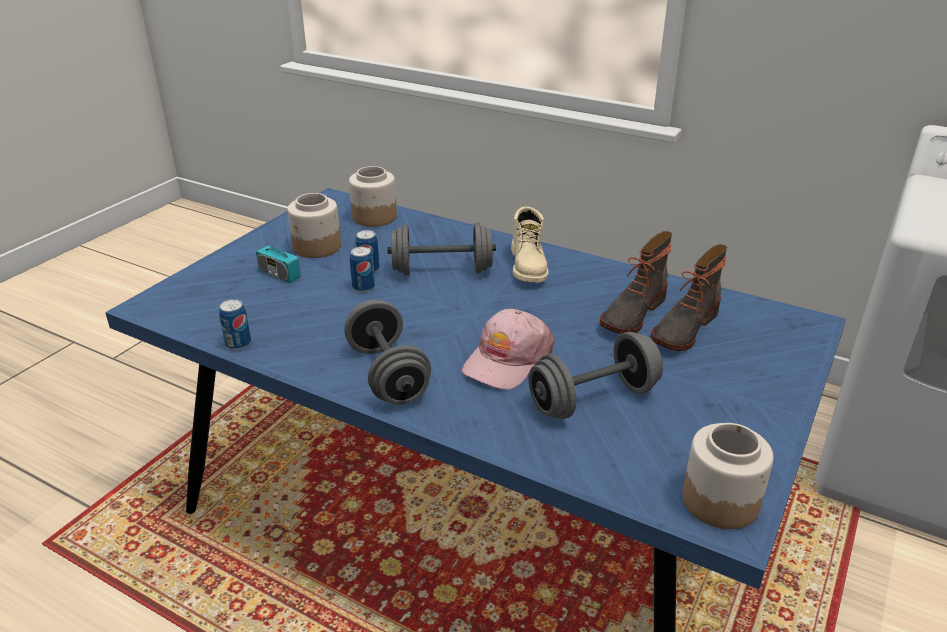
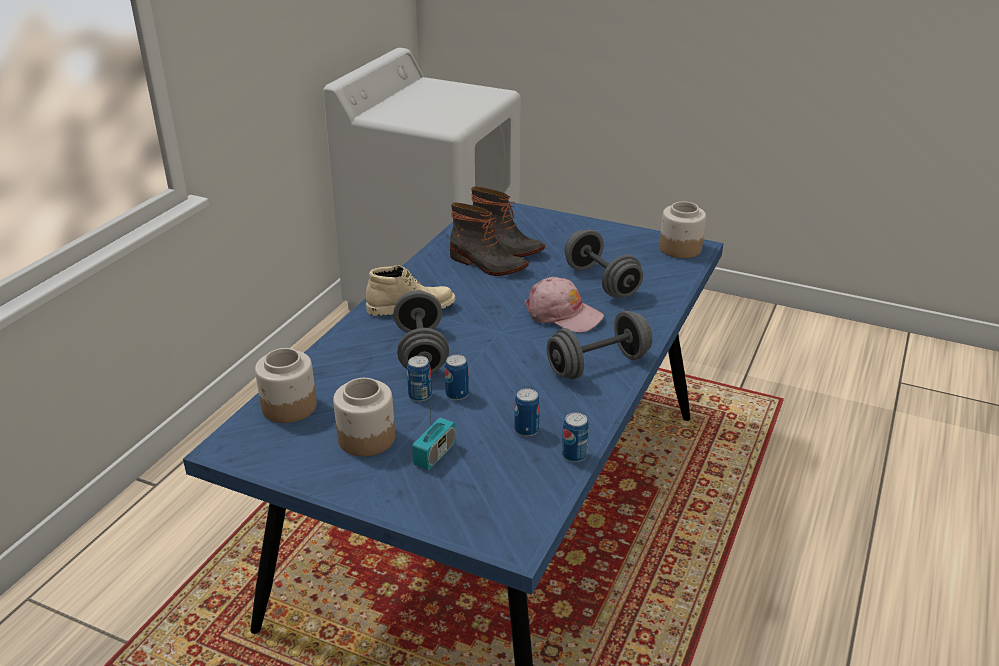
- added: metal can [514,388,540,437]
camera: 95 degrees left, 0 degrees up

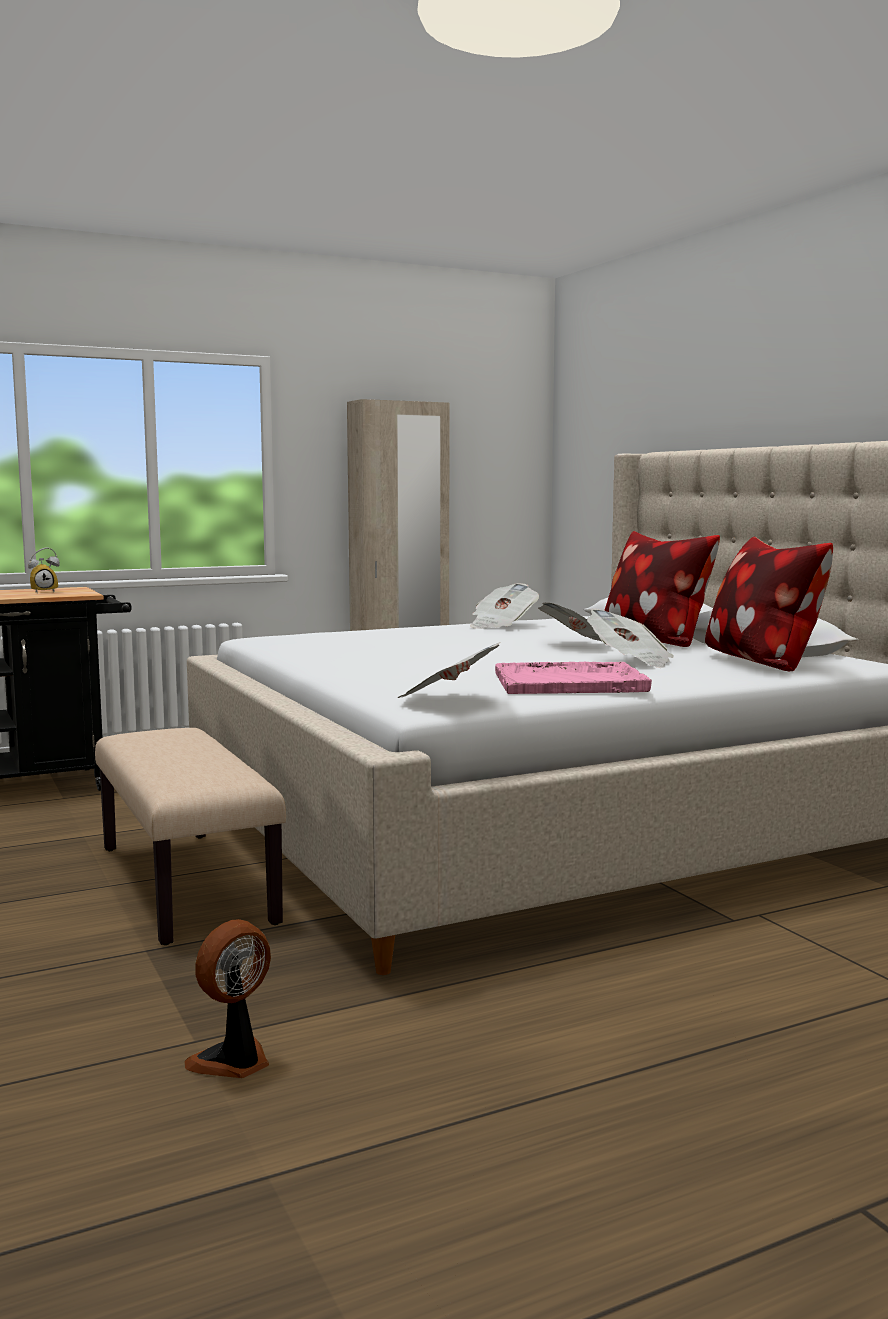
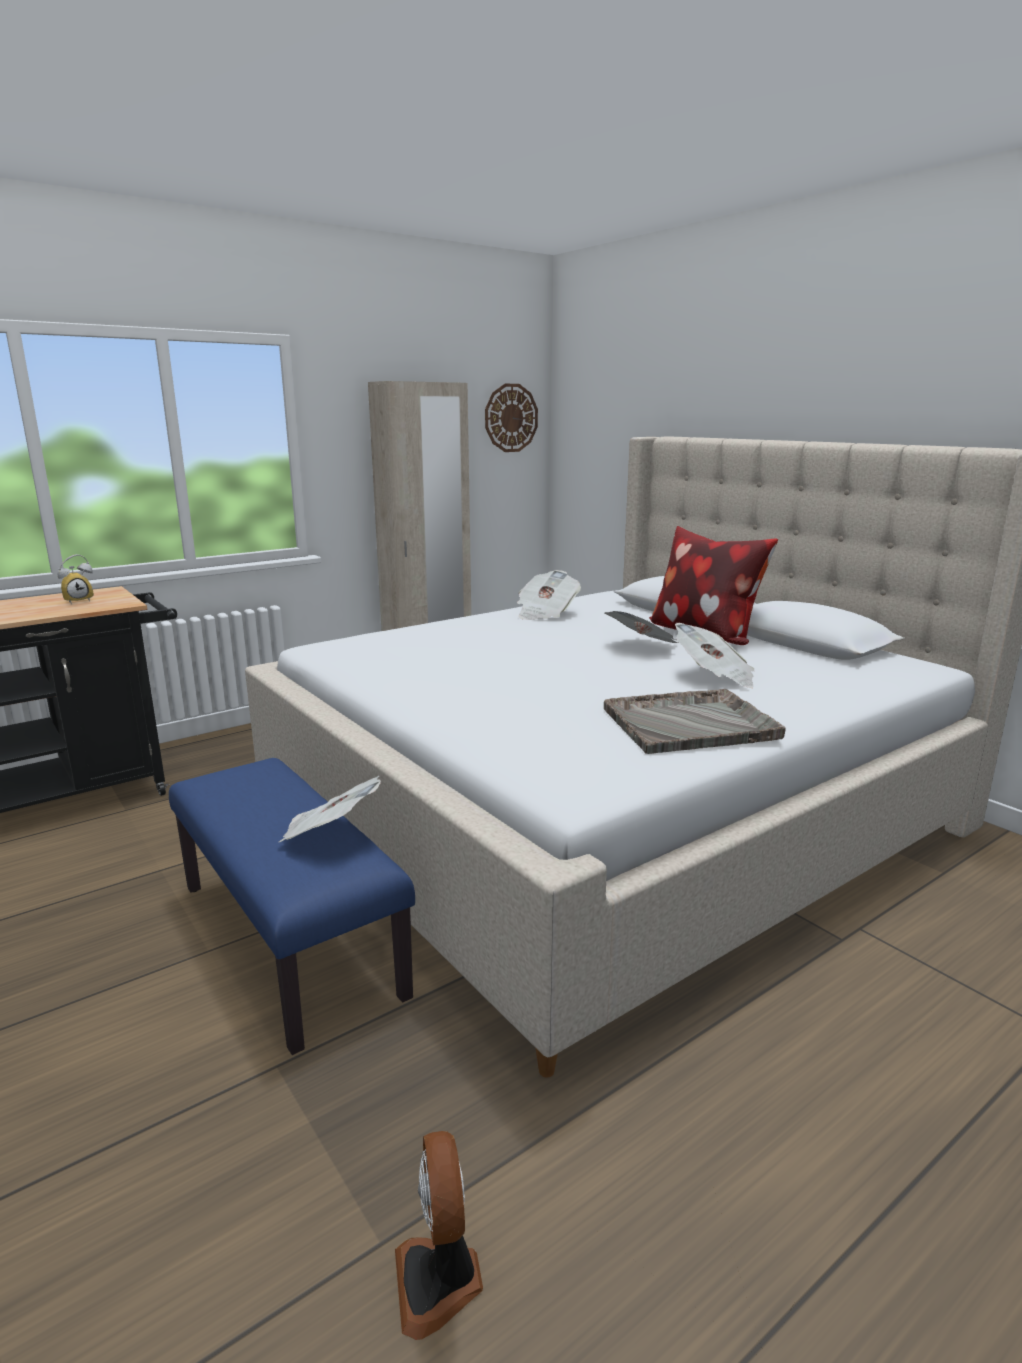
- removed: pillow [705,537,833,671]
- moved: printed paper [398,642,501,698] to [278,776,381,843]
- recoloured: pink-coloured carrying tray [495,662,652,694] to grey carrying tray [604,689,785,754]
- recoloured: sand-coloured long seat [95,728,286,945] to bluish long seat [169,758,415,1055]
- turned: cooling fan [184,919,271,1078] = [395,1131,483,1340] 45 degrees counterclockwise
- added: hanging clock [485,384,538,452]
camera: 10 degrees left, 10 degrees up

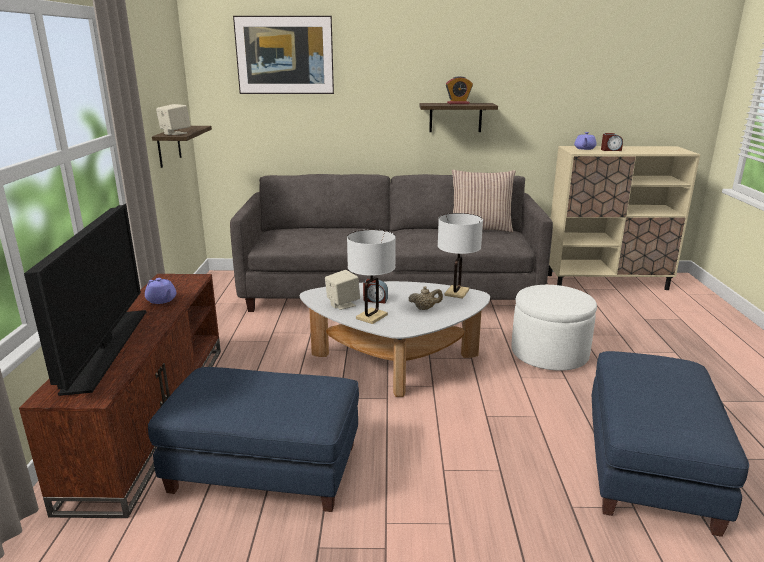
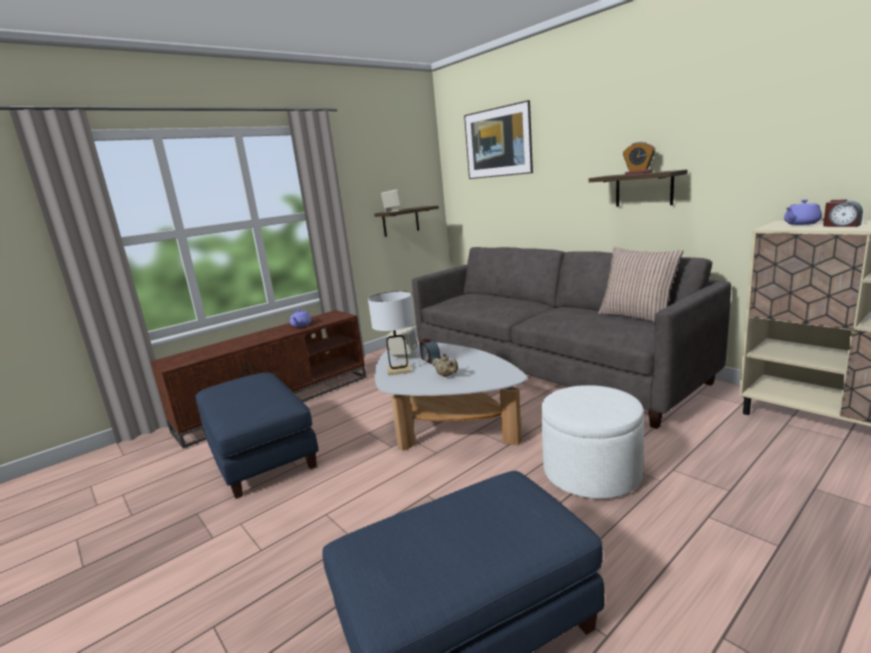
- removed: television [24,204,146,396]
- removed: whitish lamp for a table [438,213,483,299]
camera: 50 degrees right, 5 degrees down

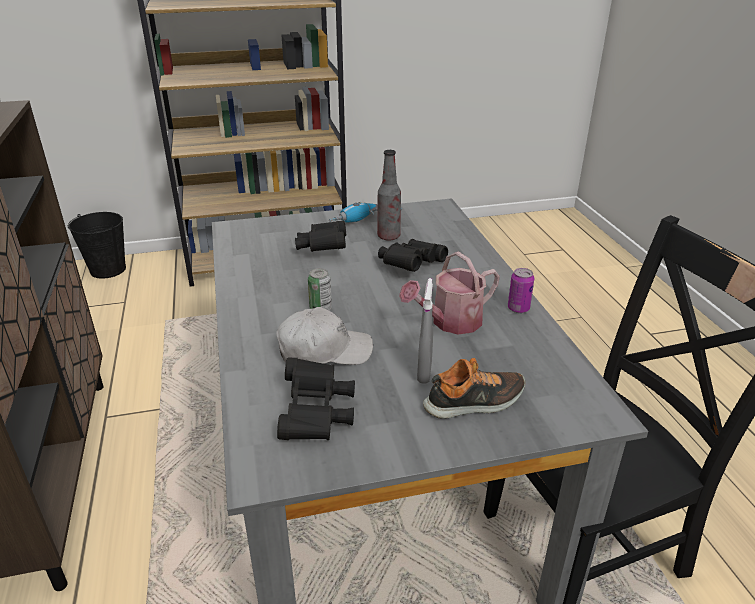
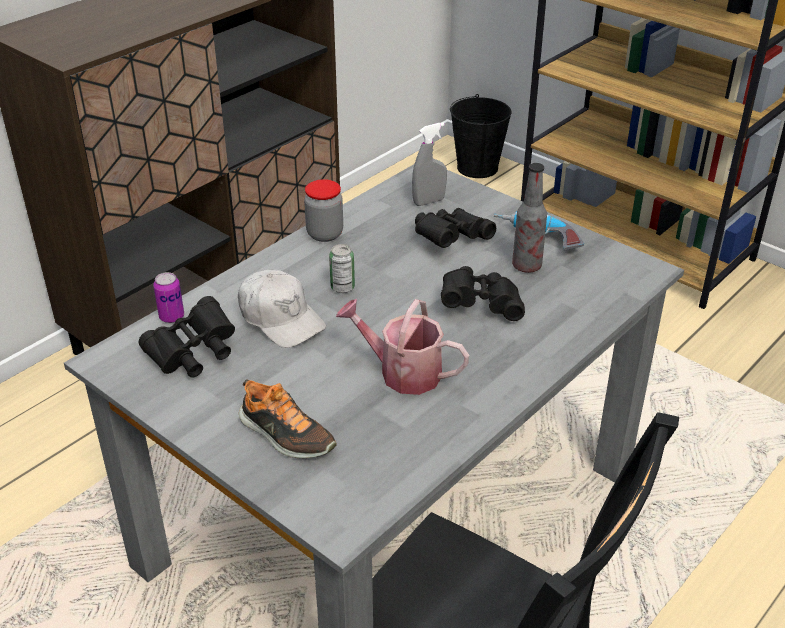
- moved: metal can [508,268,534,313] to [153,272,184,323]
- moved: grey spray bottle [417,278,433,384] to [412,122,447,206]
- added: jar [304,179,343,242]
camera: 55 degrees right, 5 degrees up

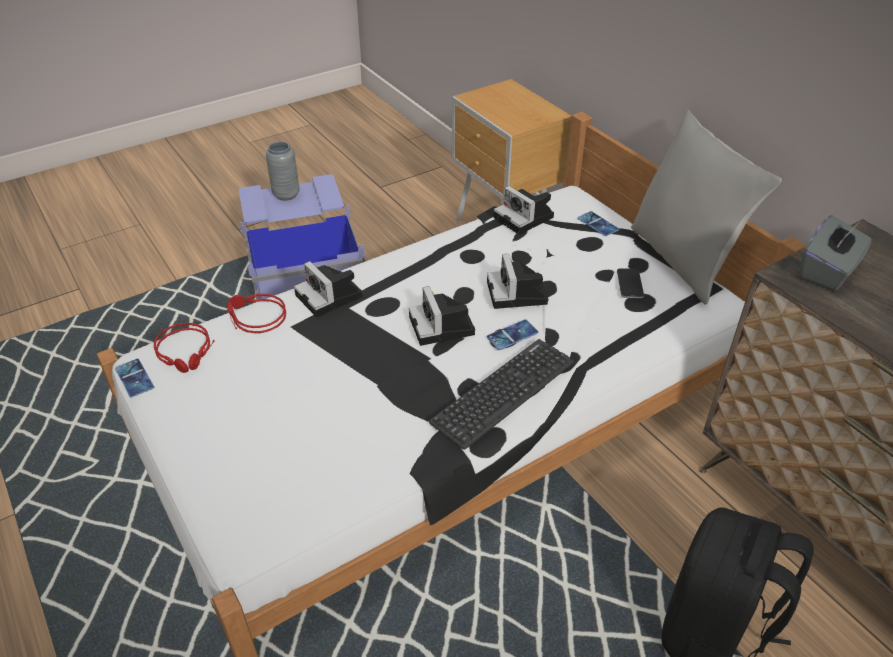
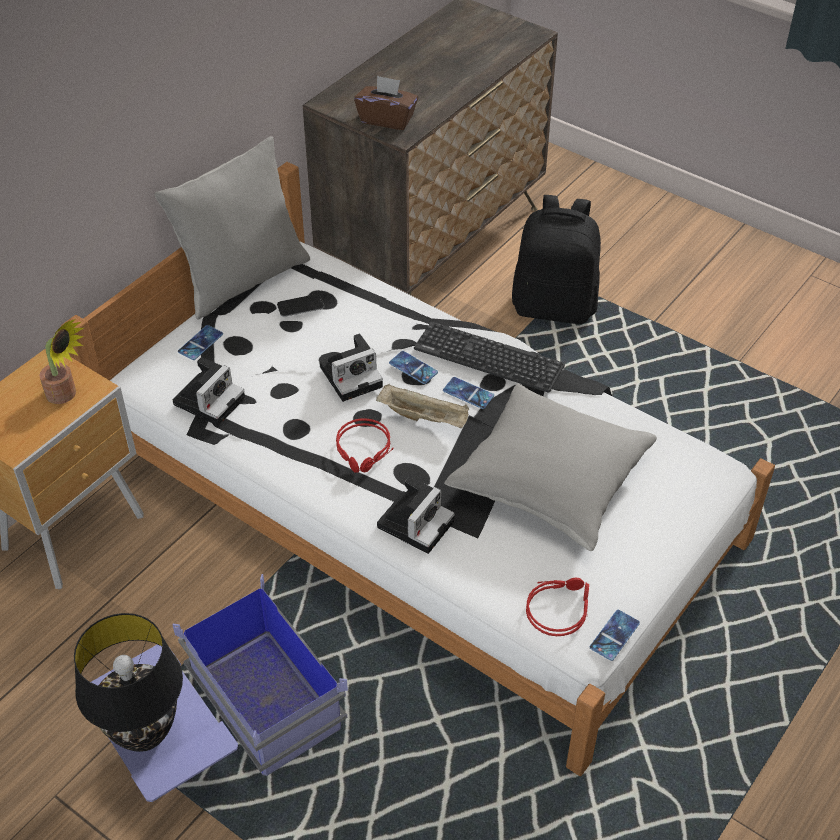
- replaced: grey vase [266,142,300,201] to black-coloured lamp for a table [74,613,183,752]
- recoloured: grey tissue box [799,215,872,291] to brown-coloured tissue box [354,75,418,130]
- replaced: photo camera [409,286,475,346] to sand-coloured carrying tray [376,384,469,428]
- moved: red pair of headphones [227,294,286,333] to [336,418,394,473]
- added: potted plant [39,319,84,404]
- added: telephone [443,377,494,409]
- added: grey pillow [444,384,657,551]
camera: 110 degrees left, 5 degrees up

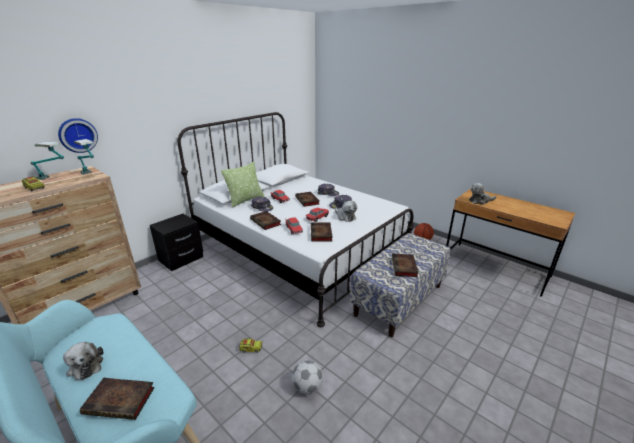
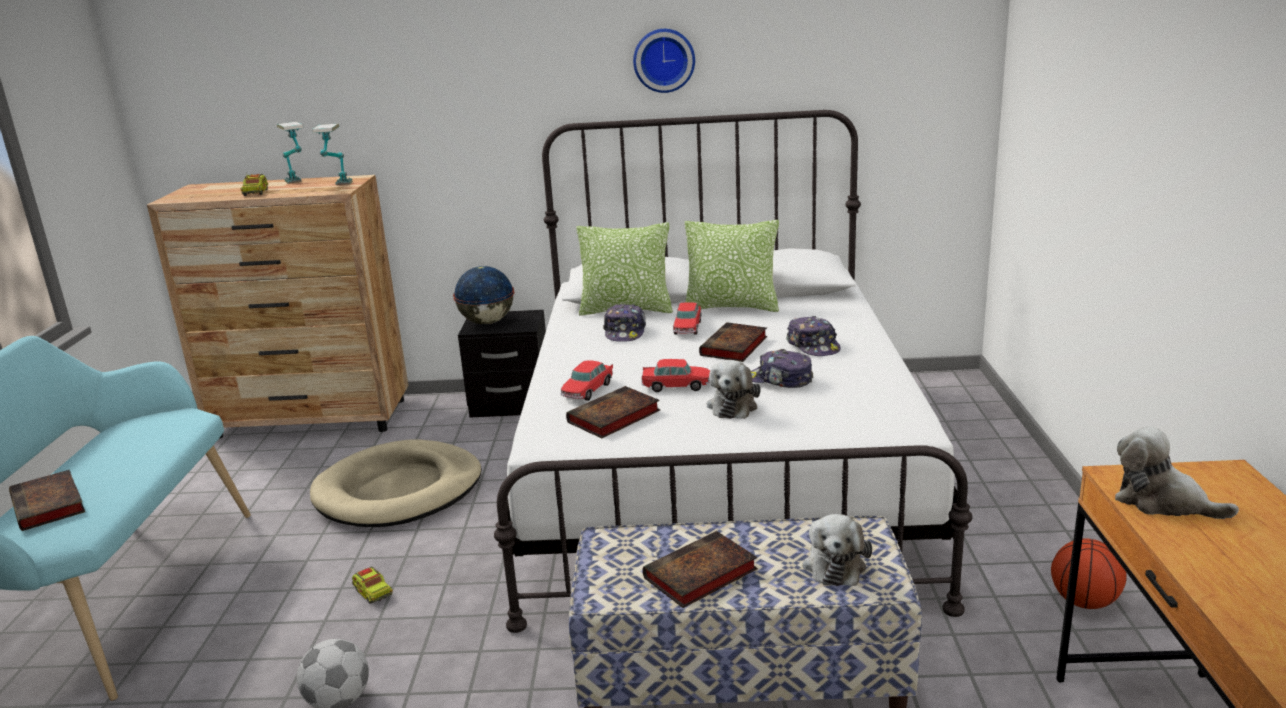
- moved: hanging clock [58,118,98,153] to [633,29,695,93]
- removed: bound book [250,211,281,230]
- moved: plush toy [63,342,103,380] to [803,514,872,586]
- added: pillow [685,220,779,312]
- added: world globe [453,266,514,324]
- added: sand-coloured dog bed [310,439,482,527]
camera: 50 degrees right, 5 degrees down

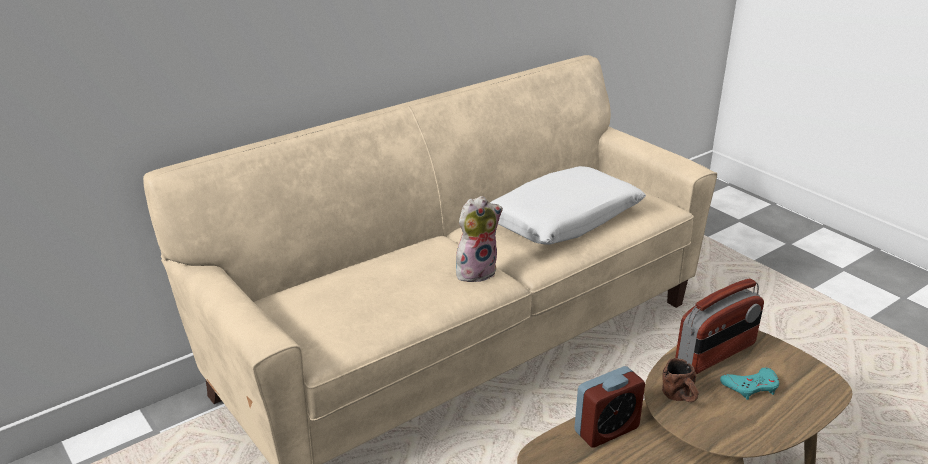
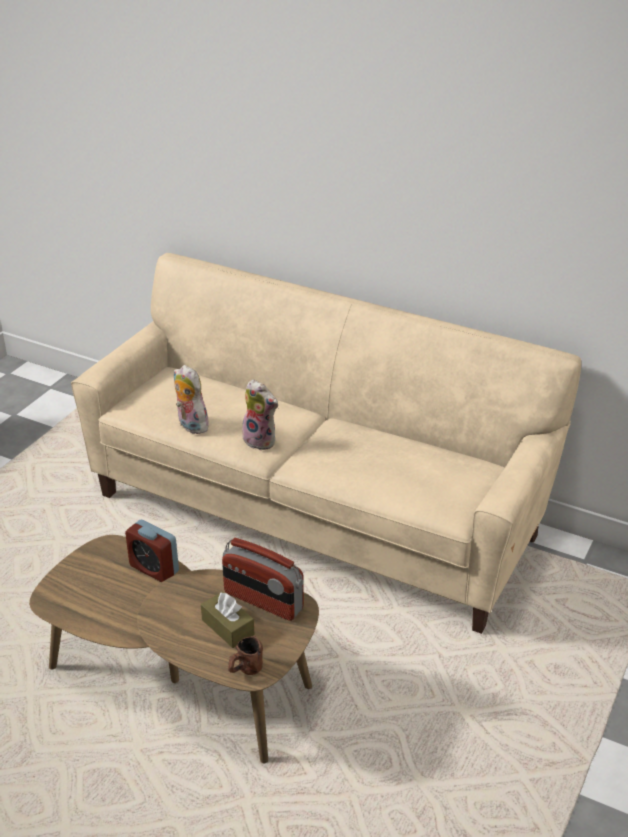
- removed: whitish pillow [490,166,646,245]
- moved: brown-coloured coffee mug [662,358,699,402] to [228,636,263,675]
- replaced: blue-green game controller [720,367,779,400] to brown-coloured tissue box [201,592,254,648]
- added: plush toy [174,365,209,434]
camera: 65 degrees right, 5 degrees up

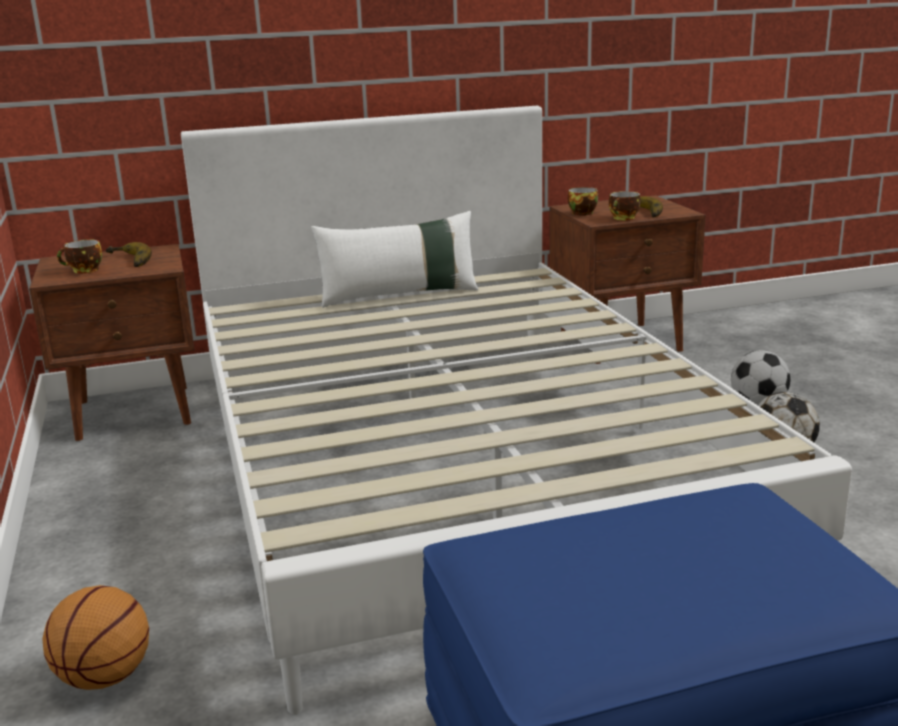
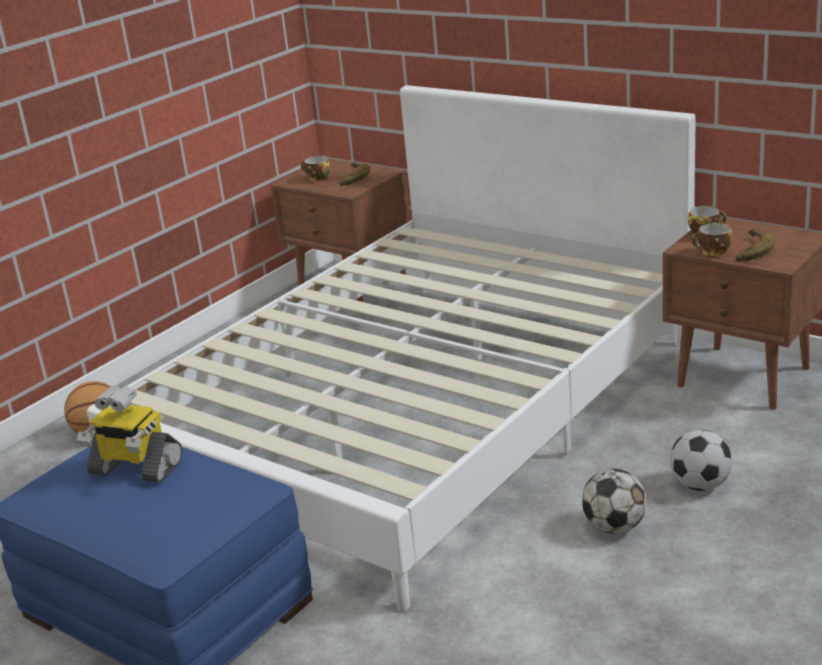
- removed: whitish pillow [311,211,479,308]
- added: model robot [77,385,183,483]
camera: 55 degrees right, 5 degrees up

